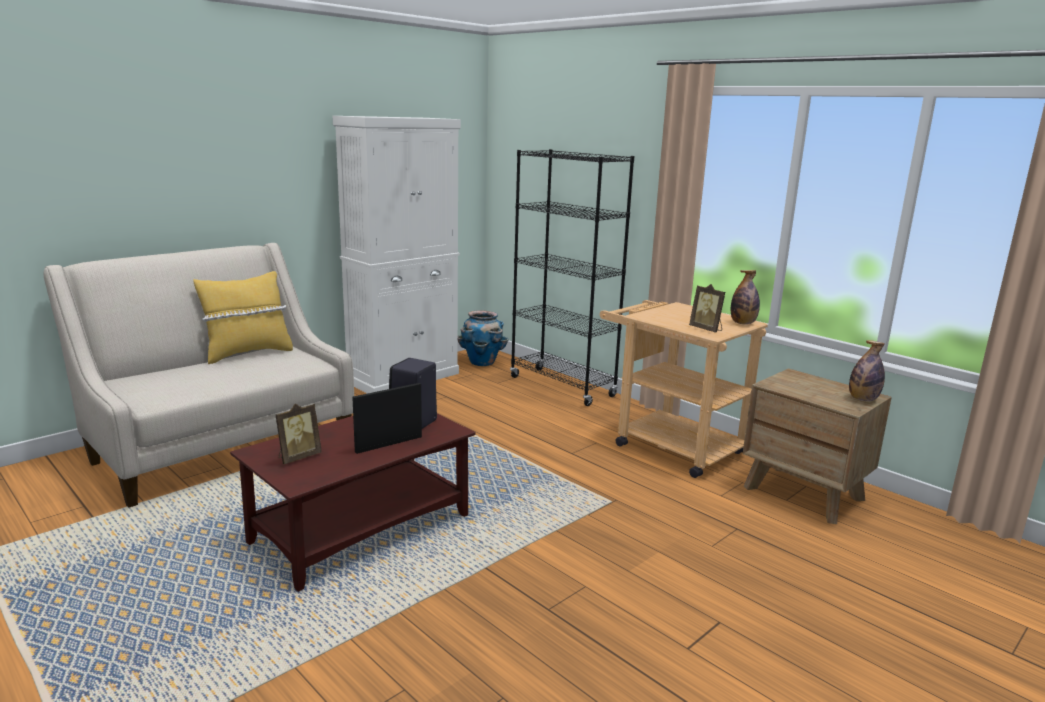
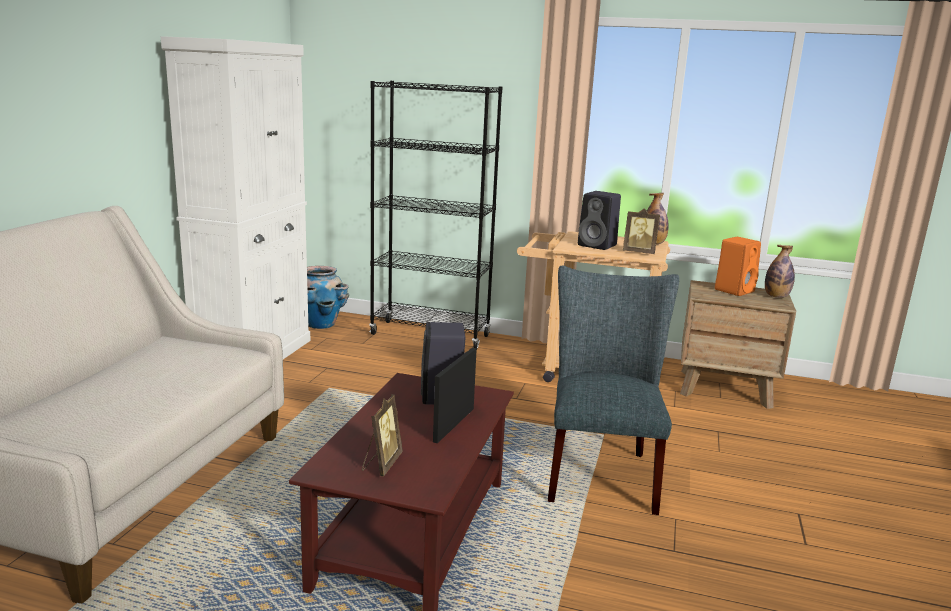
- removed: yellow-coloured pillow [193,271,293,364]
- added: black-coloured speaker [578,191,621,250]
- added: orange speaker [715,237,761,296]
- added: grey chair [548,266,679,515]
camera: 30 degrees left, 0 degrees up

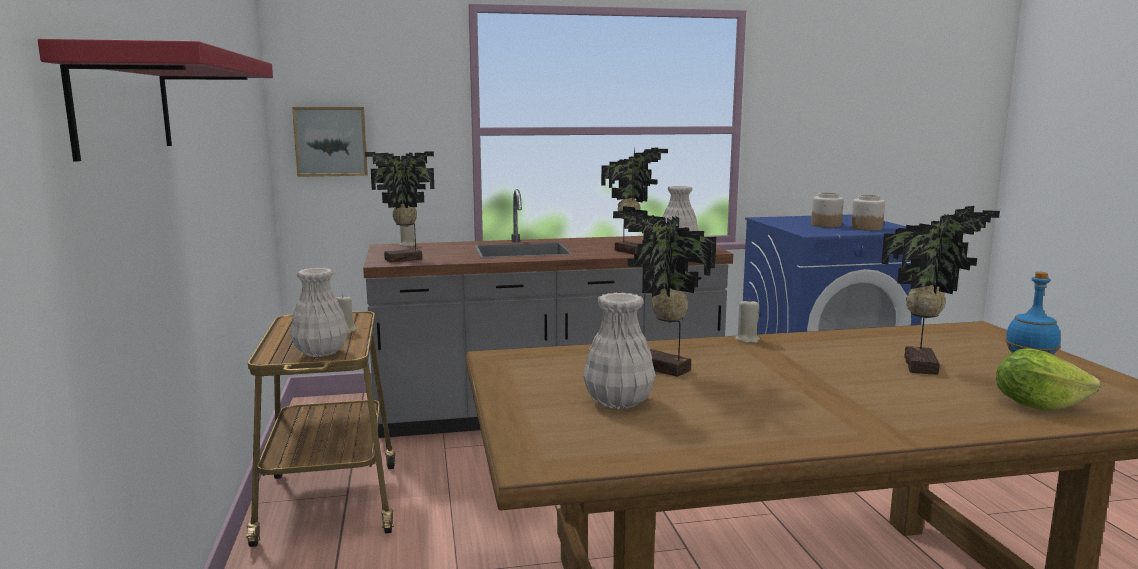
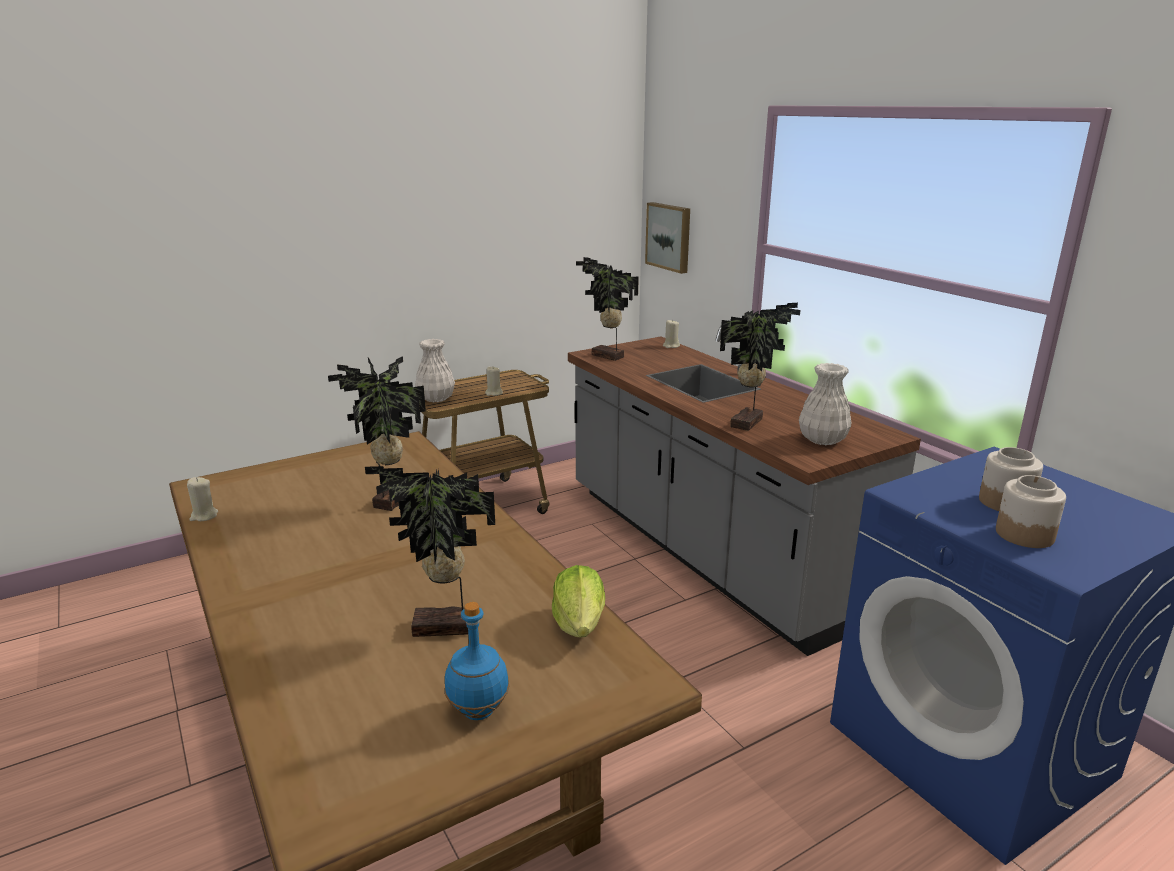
- removed: red shelf [38,39,273,162]
- removed: whitish vase [583,293,656,409]
- moved: sand-coloured wax candle [735,298,760,343] to [187,477,218,521]
- moved: lettuce head [996,348,1100,411] to [552,565,605,637]
camera: 70 degrees right, 10 degrees up

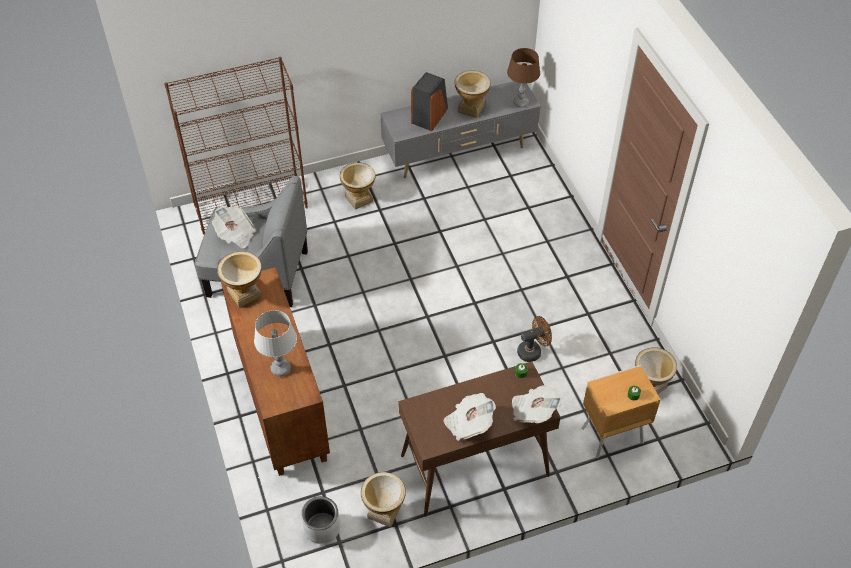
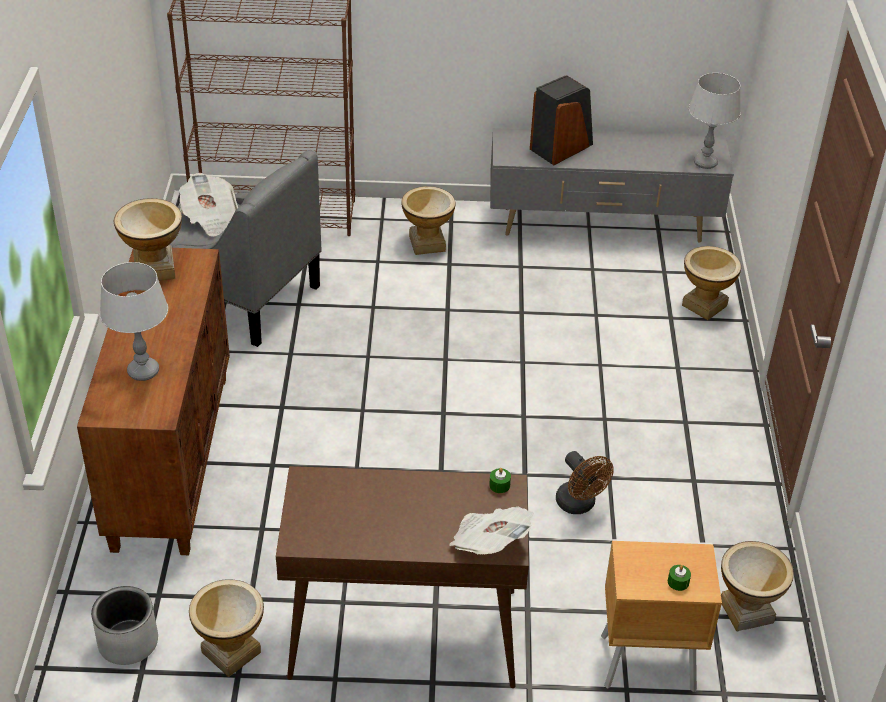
- recoloured: brown-coloured lamp for a table [507,48,540,107] to grey lamp for a table [689,73,741,169]
- moved: vase [455,70,491,118] to [682,246,741,320]
- turned: brown-coloured cooling fan [517,316,552,362] = [556,451,614,514] 60 degrees clockwise
- removed: printed paper [443,393,496,441]
camera: 20 degrees right, 10 degrees down

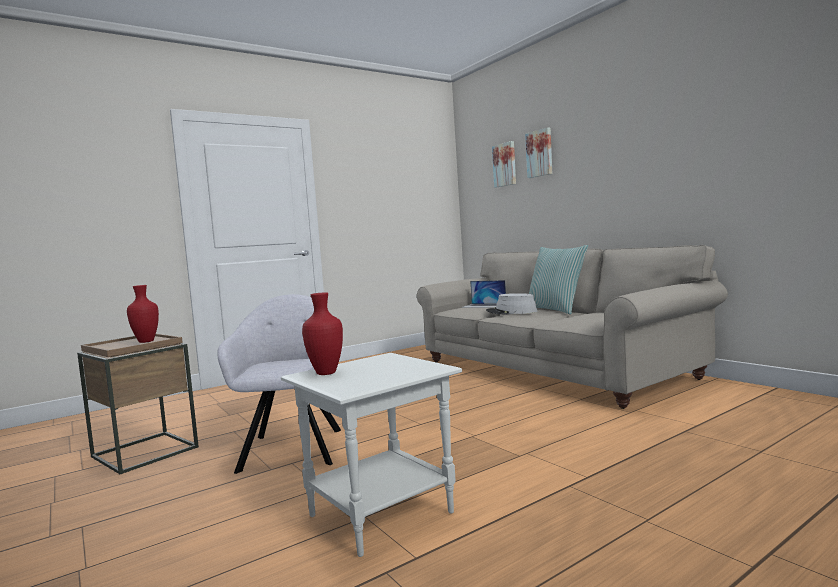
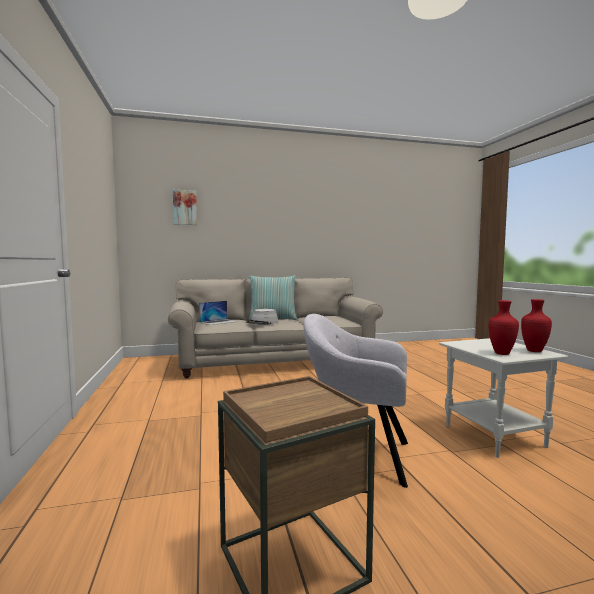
- removed: wall art [525,127,553,178]
- moved: red vase [127,285,159,343] to [521,299,552,352]
camera: 70 degrees left, 0 degrees up

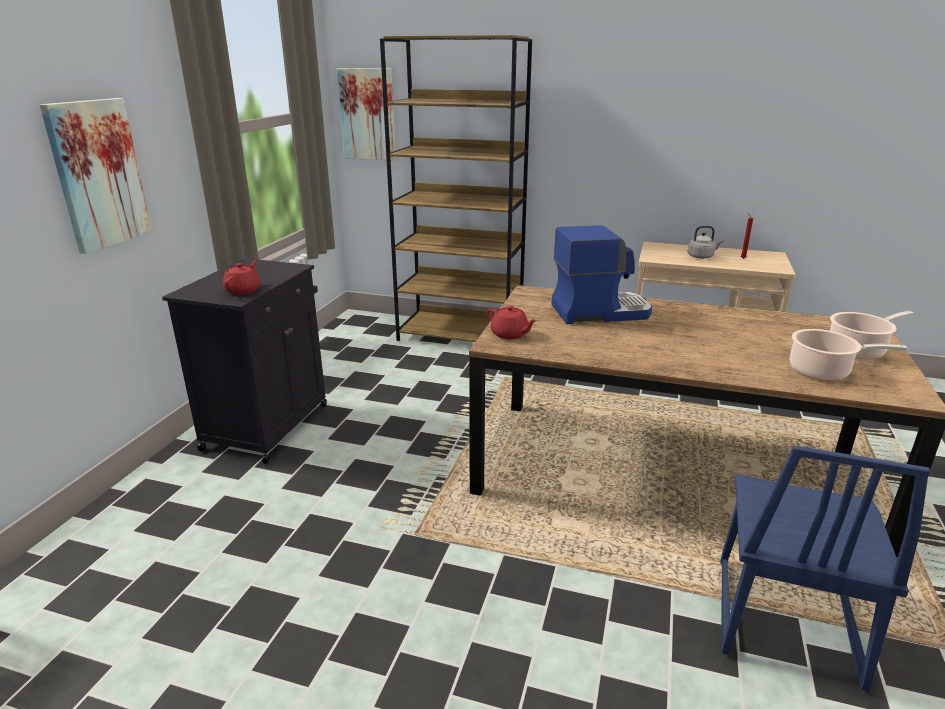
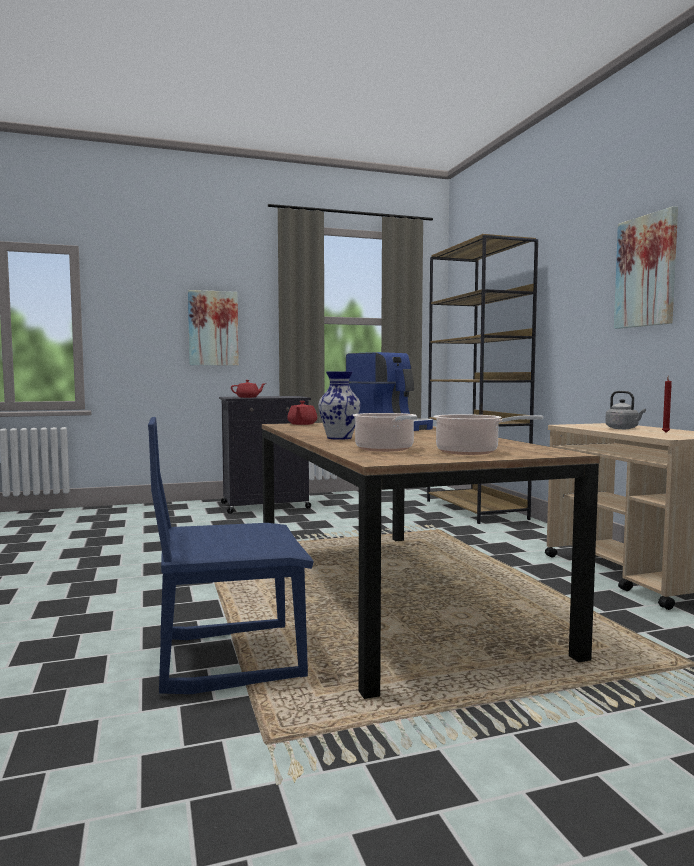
- moved: wall art [337,68,396,161] to [614,206,678,329]
- added: vase [318,372,361,440]
camera: 55 degrees right, 20 degrees down

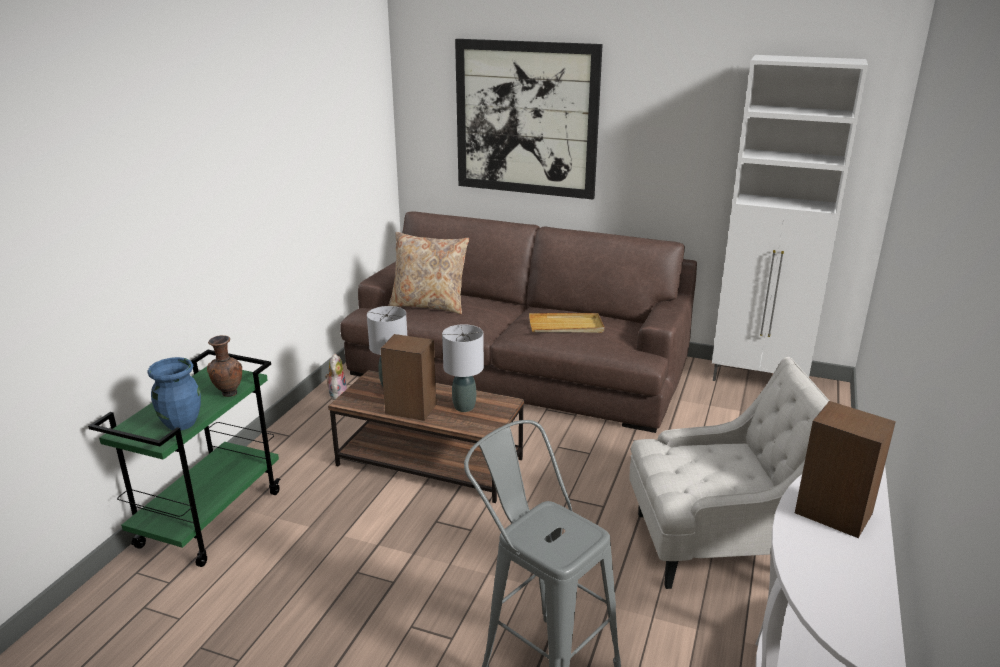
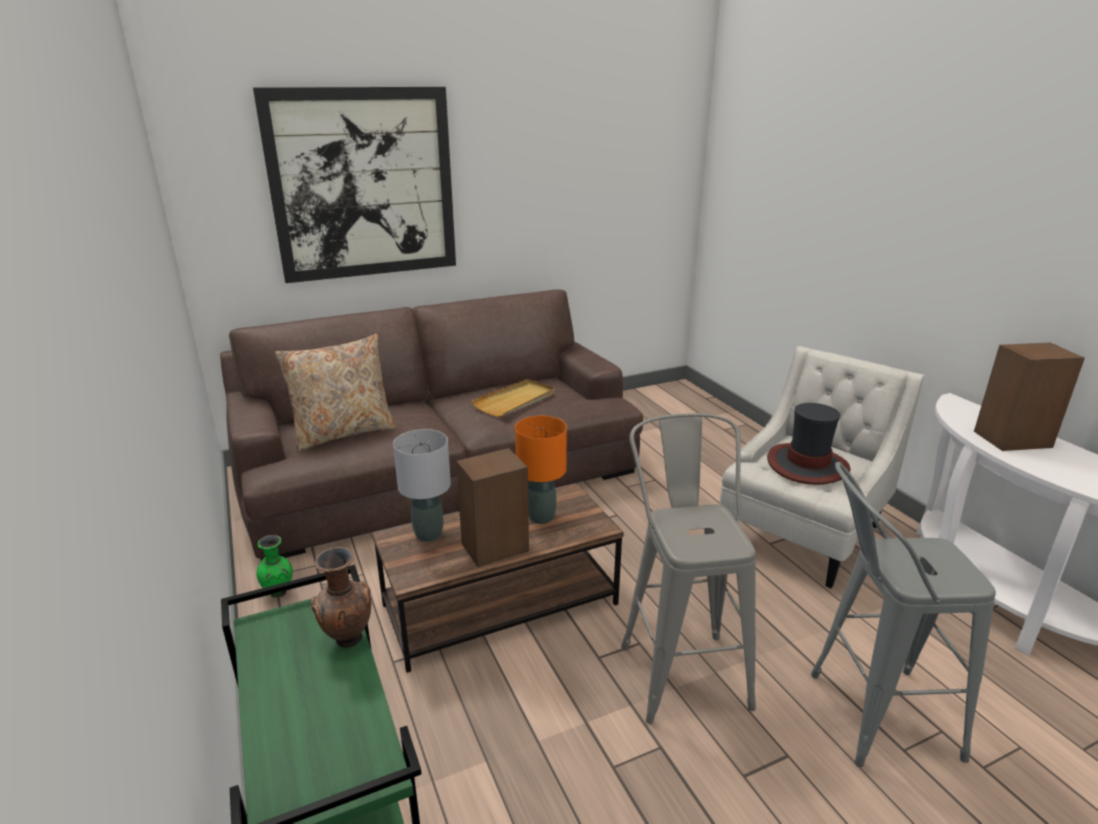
- removed: whitish cupboard [712,55,868,381]
- recoloured: grey lamp for a table [442,324,484,412] to orange lamp for a table [515,416,567,524]
- replaced: plush toy [325,354,347,400] to green vase [257,535,293,598]
- removed: bluish vase [147,357,201,430]
- added: clothing hat [767,403,850,485]
- added: grey stool seat [621,413,756,724]
camera: 45 degrees left, 0 degrees up

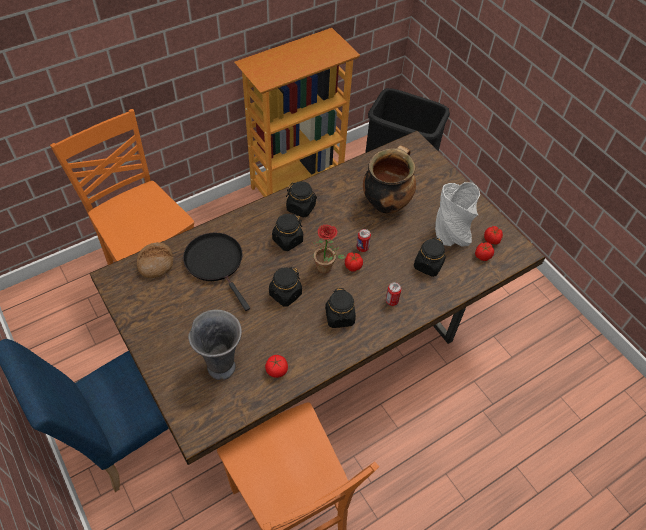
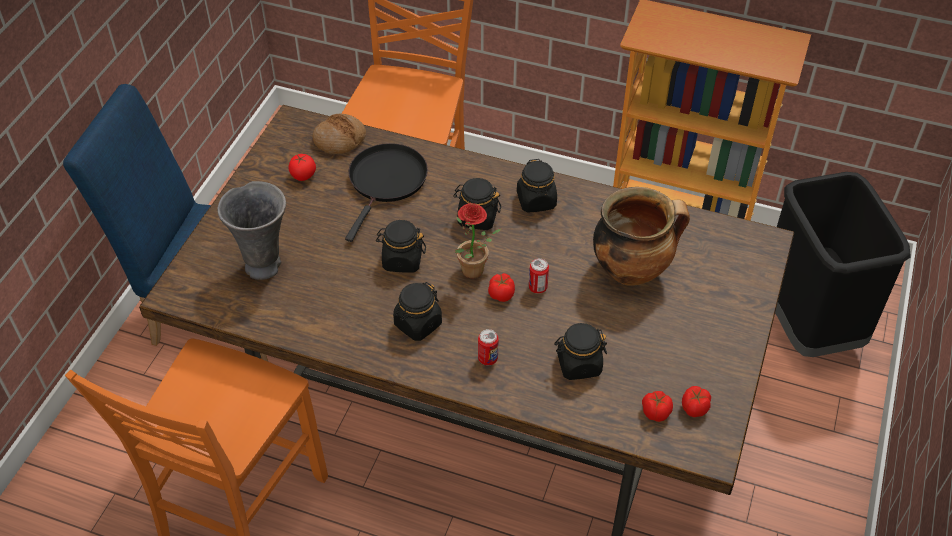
- removed: grey vase [435,182,480,247]
- moved: fresh tomato [265,355,288,378] to [288,154,316,181]
camera: 55 degrees right, 5 degrees down

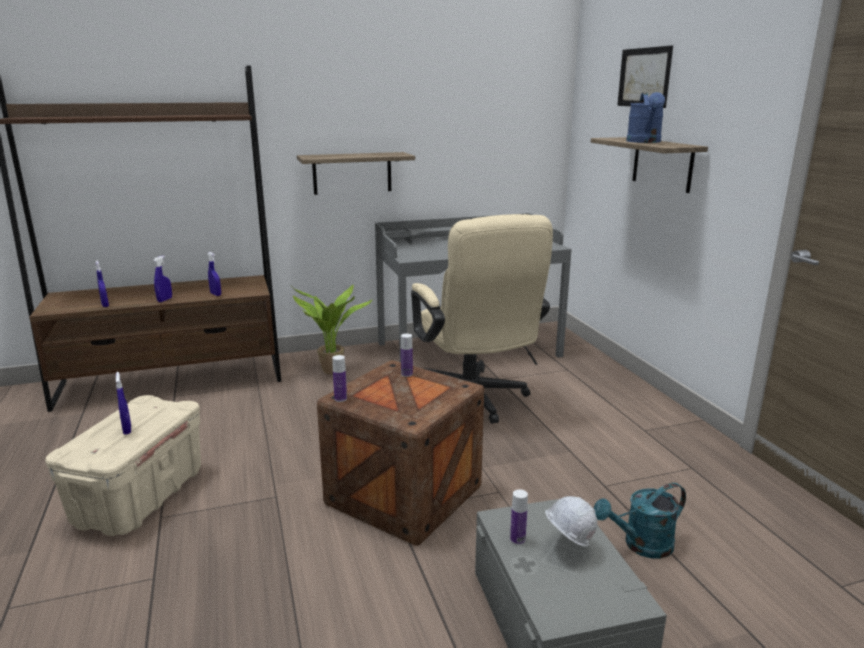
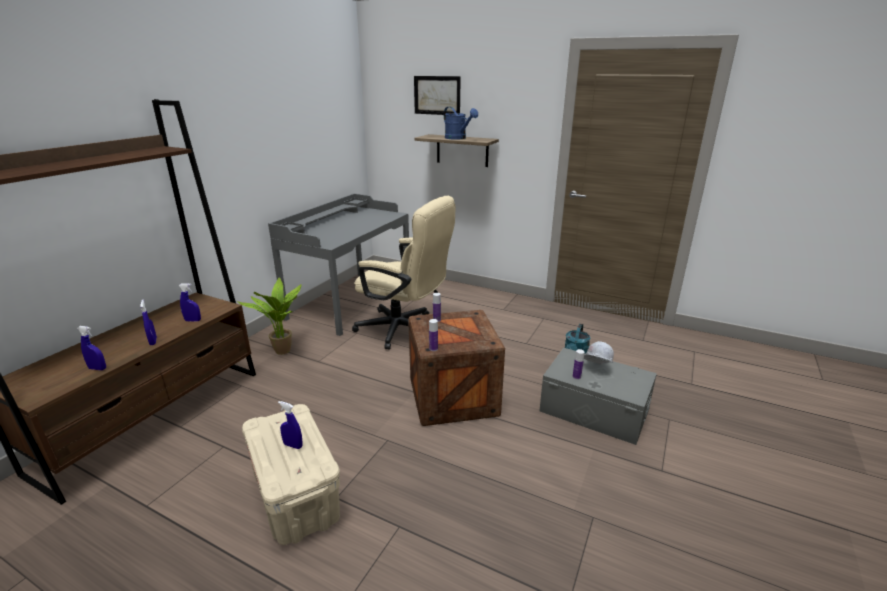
- removed: shelf [297,152,415,195]
camera: 45 degrees left, 5 degrees up

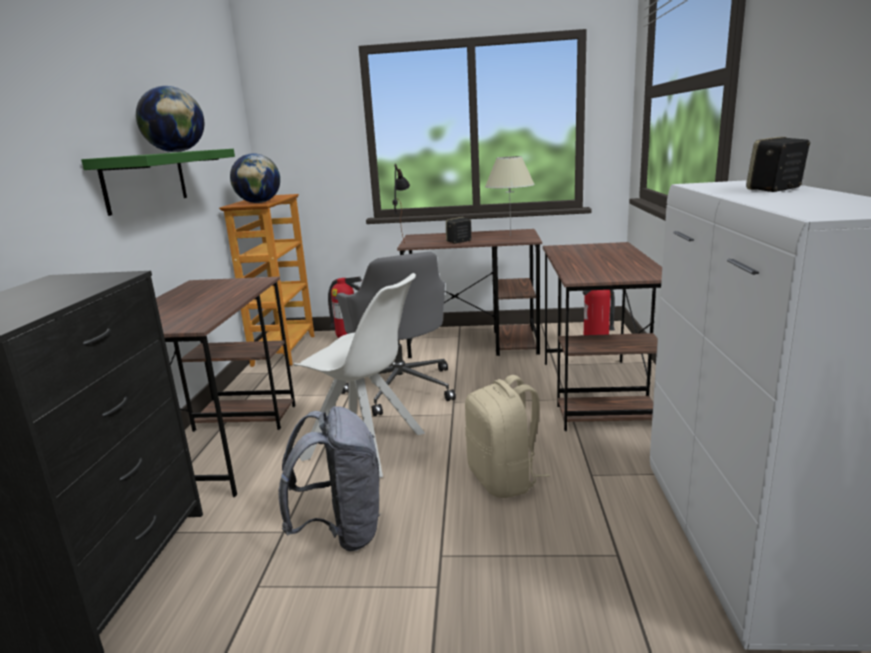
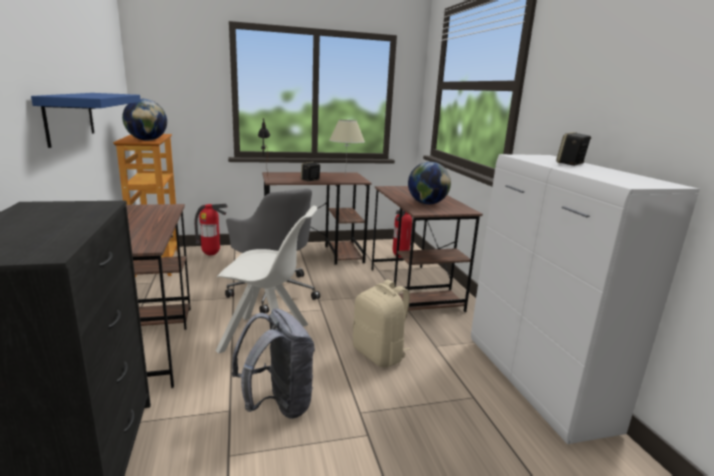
- moved: world globe [136,86,204,152] to [408,162,451,204]
- recoloured: green shelf [81,149,235,216] to bluish shelf [31,93,141,148]
camera: 20 degrees left, 0 degrees up

